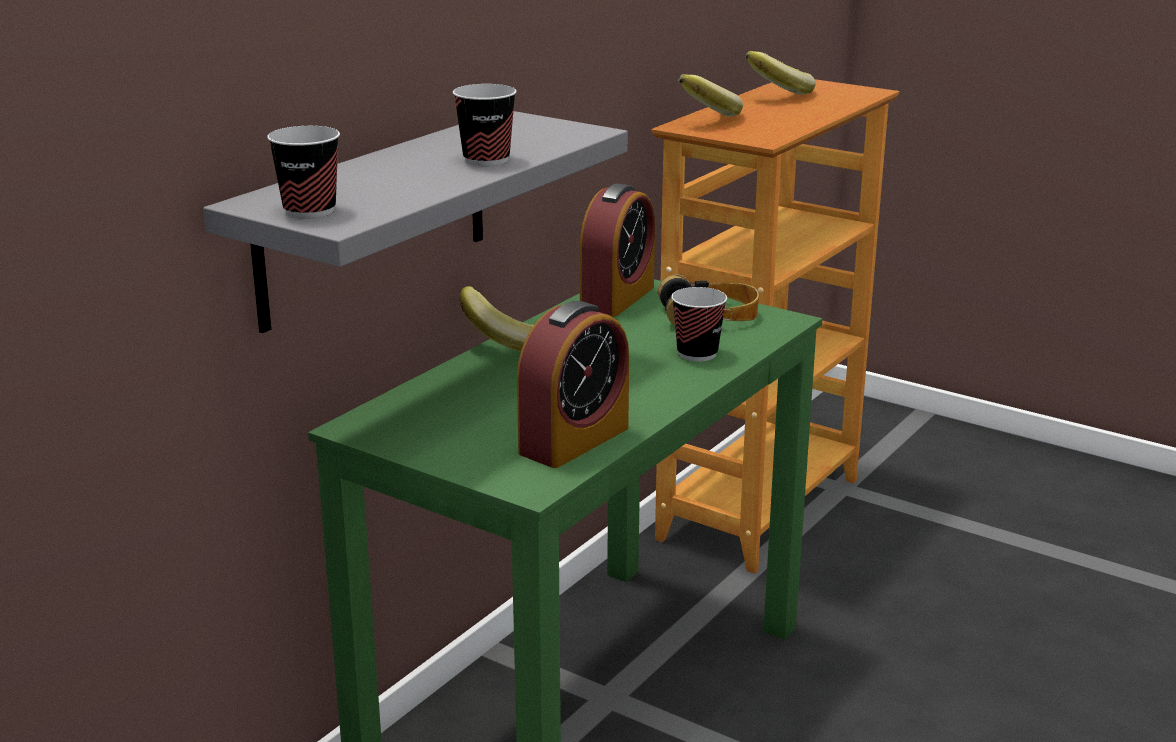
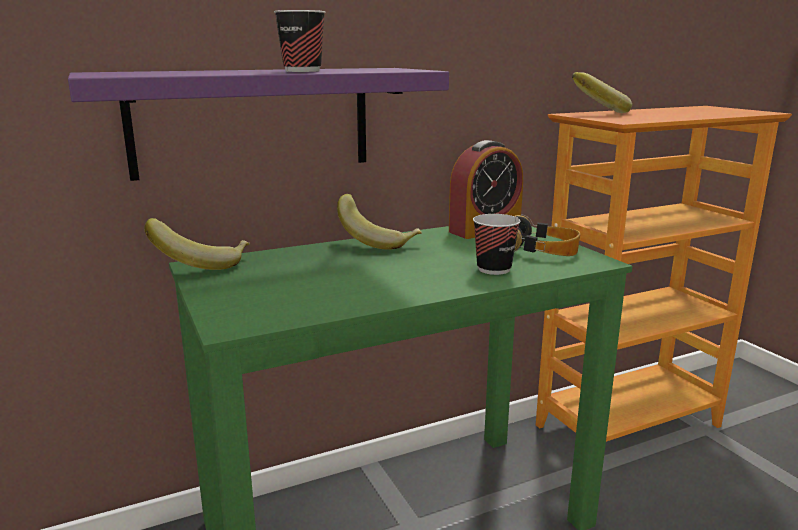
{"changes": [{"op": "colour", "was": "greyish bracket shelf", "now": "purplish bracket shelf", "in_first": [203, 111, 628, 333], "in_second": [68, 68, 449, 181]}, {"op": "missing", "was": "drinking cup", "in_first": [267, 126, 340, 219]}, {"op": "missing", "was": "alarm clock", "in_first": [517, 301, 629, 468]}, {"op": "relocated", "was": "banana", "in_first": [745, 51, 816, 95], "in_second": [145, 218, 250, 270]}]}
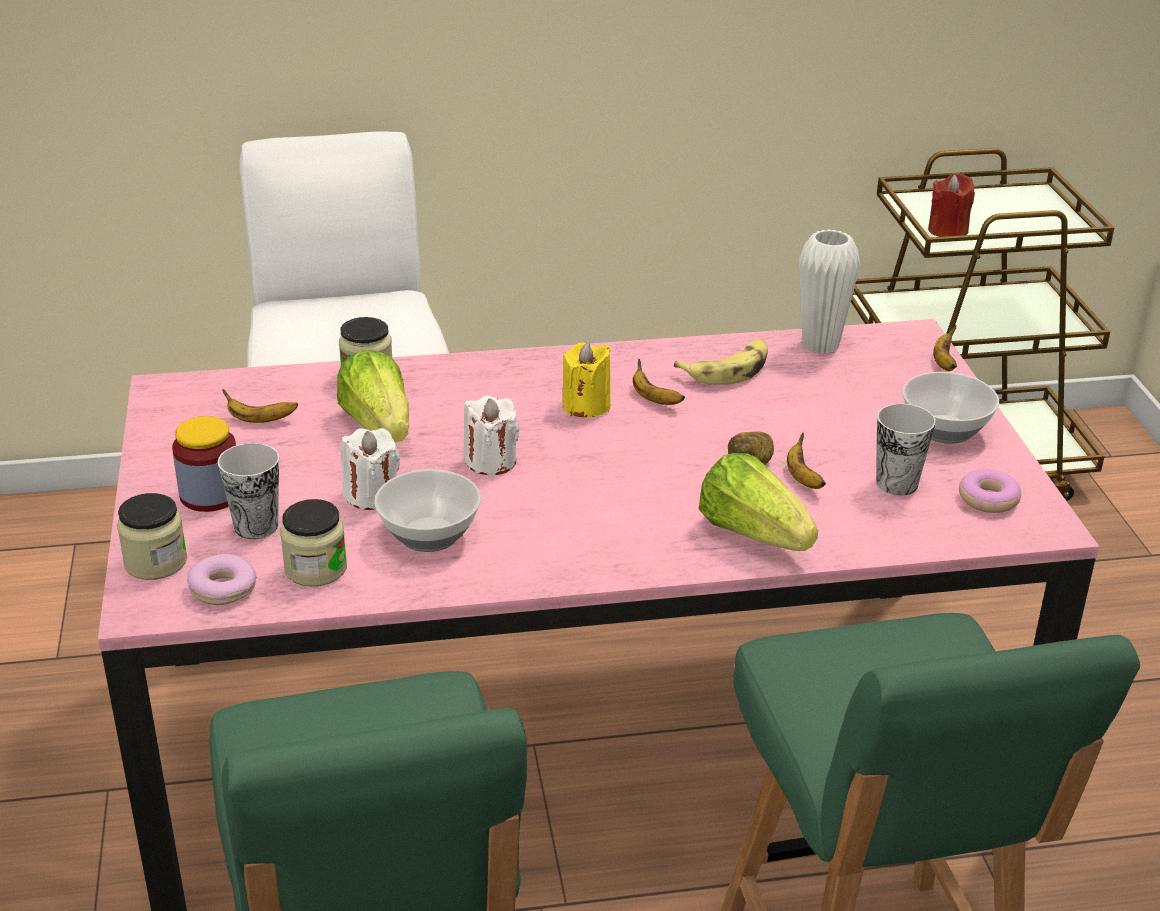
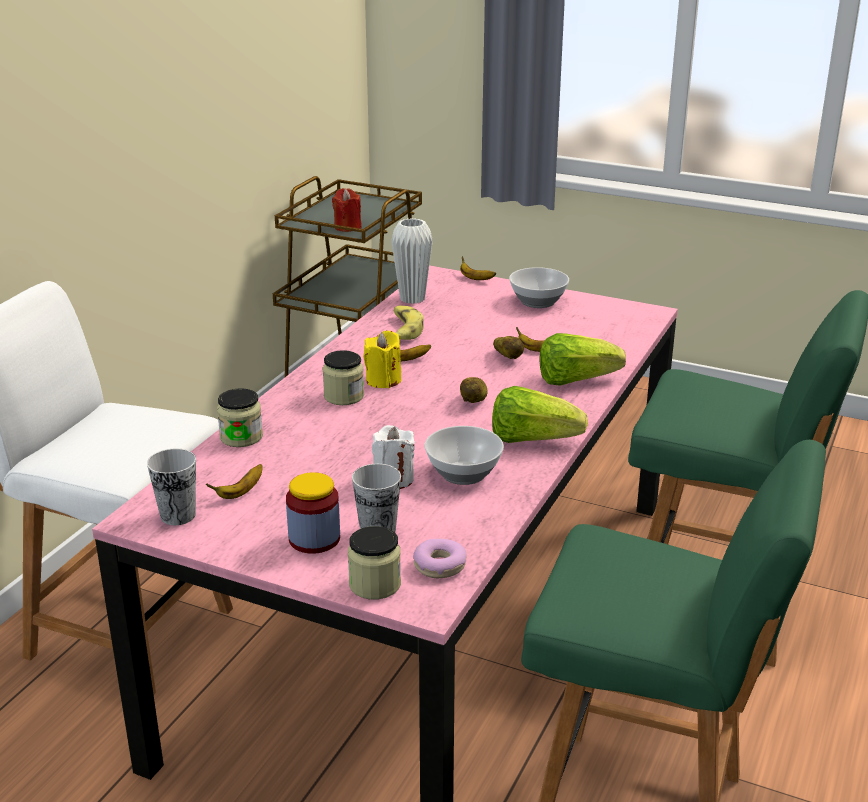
{"changes": [{"op": "relocated", "was": "jar", "in_first": [280, 499, 347, 587], "in_second": [322, 350, 364, 405]}, {"op": "relocated", "was": "lettuce head", "in_first": [337, 350, 409, 442], "in_second": [492, 386, 588, 443]}, {"op": "missing", "was": "white-coloured wax candle", "in_first": [464, 396, 520, 475]}, {"op": "relocated", "was": "drinking cup", "in_first": [876, 404, 936, 495], "in_second": [147, 448, 196, 525]}, {"op": "missing", "was": "ring doughnut", "in_first": [959, 469, 1021, 513]}, {"op": "appeared", "now": "potato", "in_second": [460, 377, 488, 403]}]}
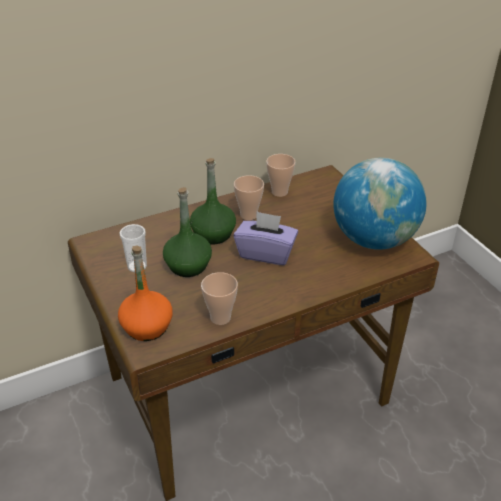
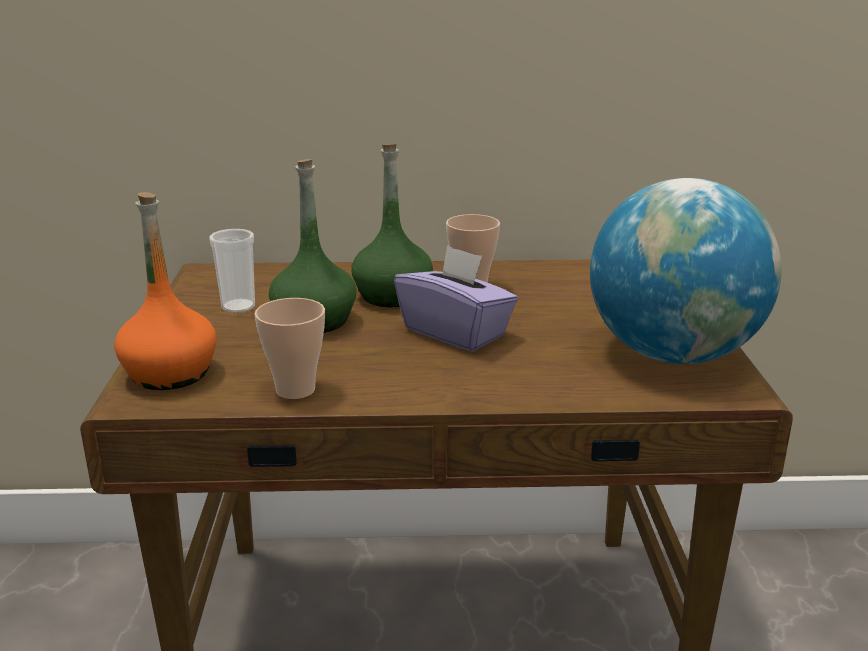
{"changes": [{"op": "missing", "was": "drinking cup", "in_first": [266, 154, 295, 197]}]}
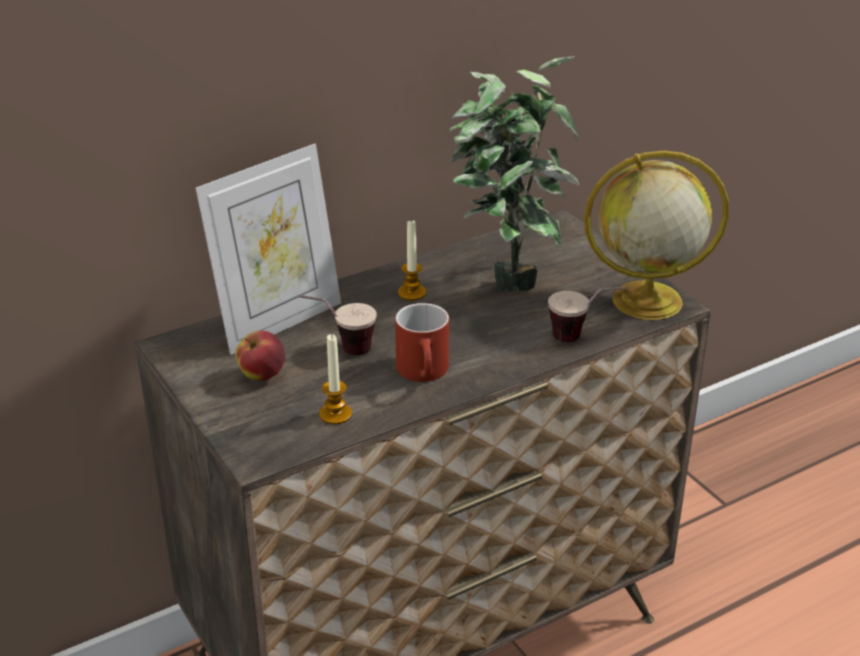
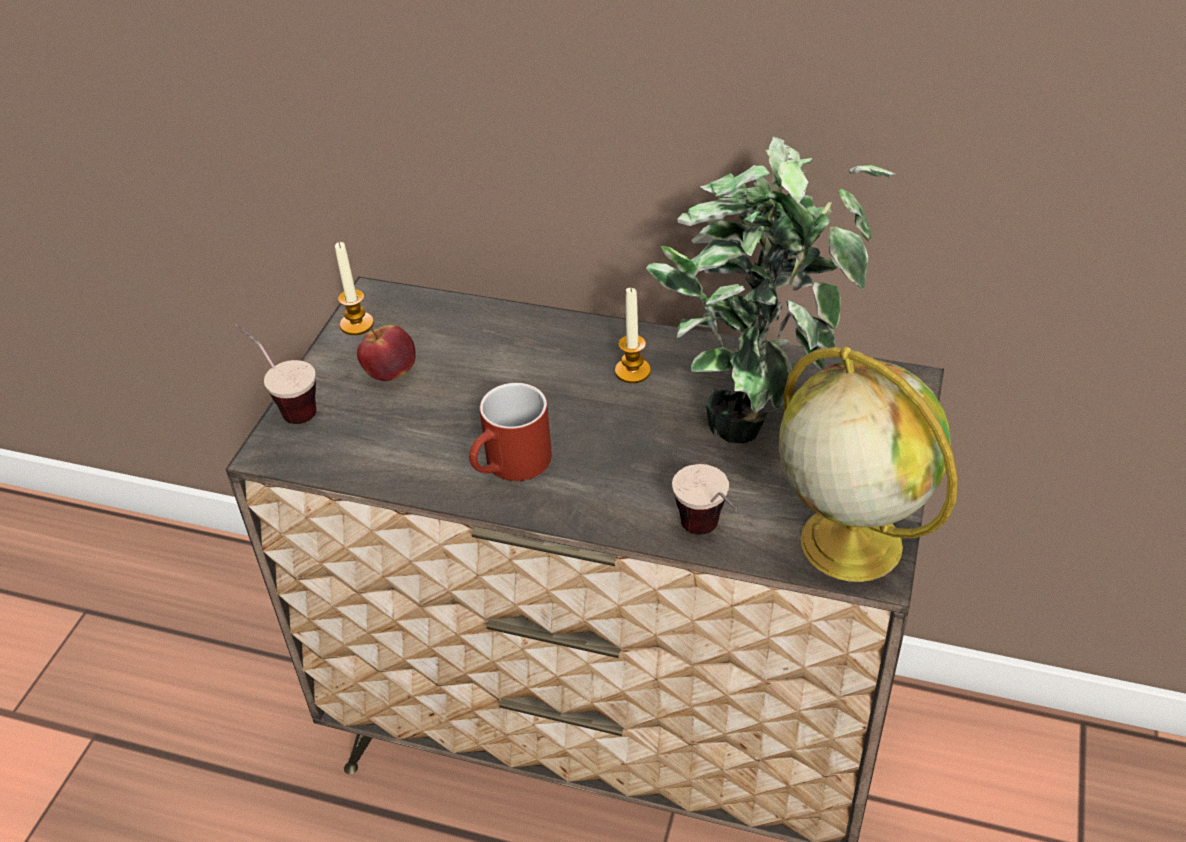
{"changes": [{"op": "missing", "was": "photo frame", "in_first": [196, 144, 341, 355]}, {"op": "relocated", "was": "drinking cup", "in_first": [298, 295, 377, 356], "in_second": [236, 324, 316, 424]}, {"op": "relocated", "was": "wax candle", "in_first": [319, 334, 352, 425], "in_second": [335, 242, 374, 335]}]}
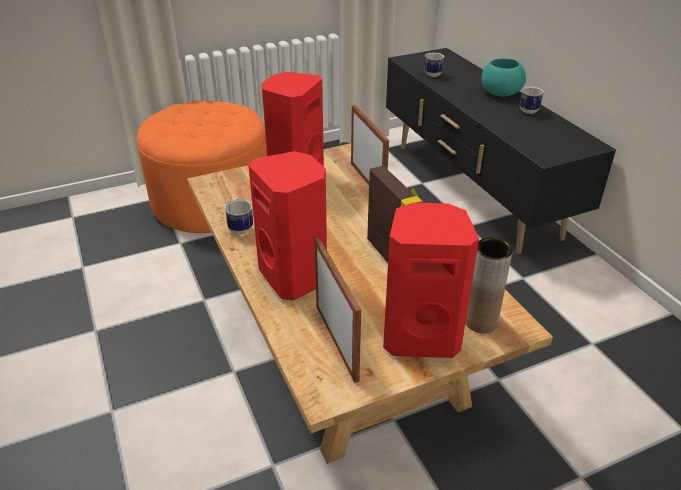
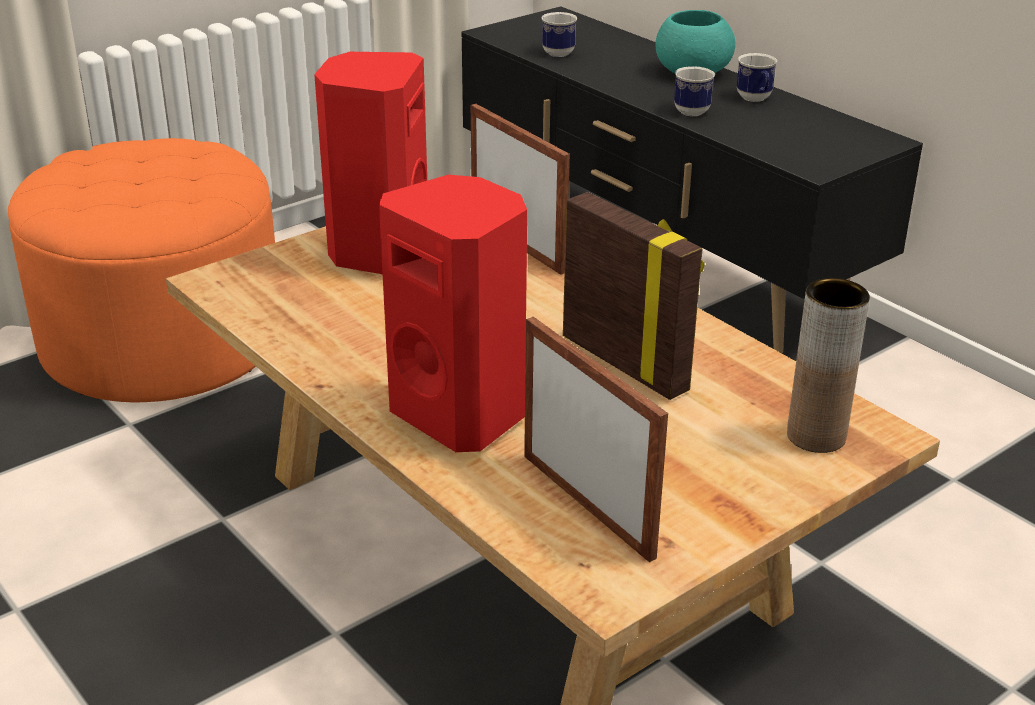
{"changes": [{"op": "relocated", "was": "mug", "in_first": [224, 199, 253, 235], "in_second": [674, 66, 715, 116]}, {"op": "missing", "was": "red speaker", "in_first": [383, 203, 479, 358]}]}
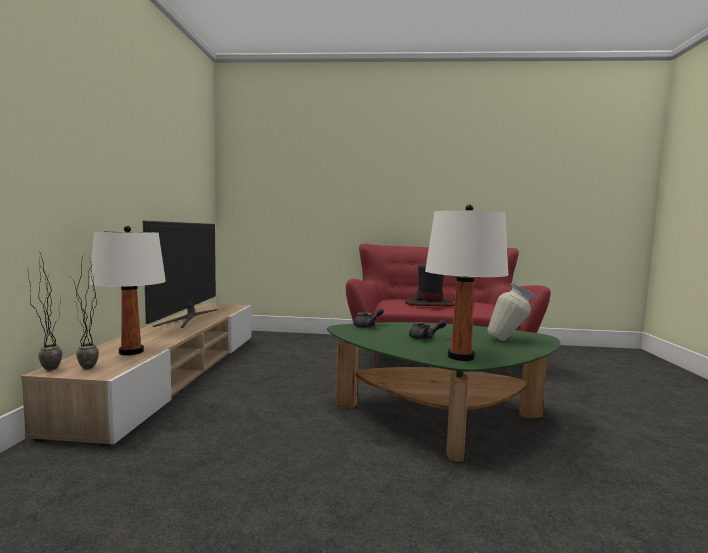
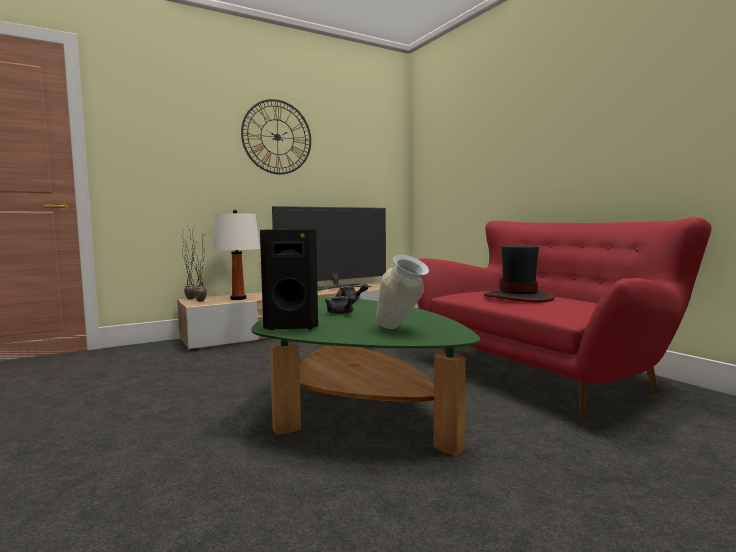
{"changes": [{"op": "exchanged", "was": "white-coloured table lamp", "now": "black-coloured speaker", "in_first": [425, 204, 508, 361], "in_second": [260, 229, 318, 330]}, {"op": "appeared", "now": "clock on the wall", "in_second": [241, 99, 311, 174]}]}
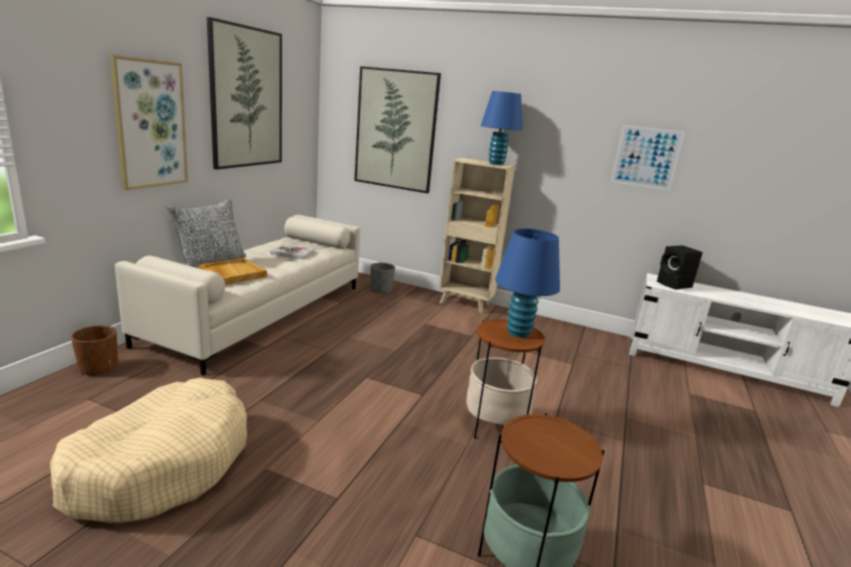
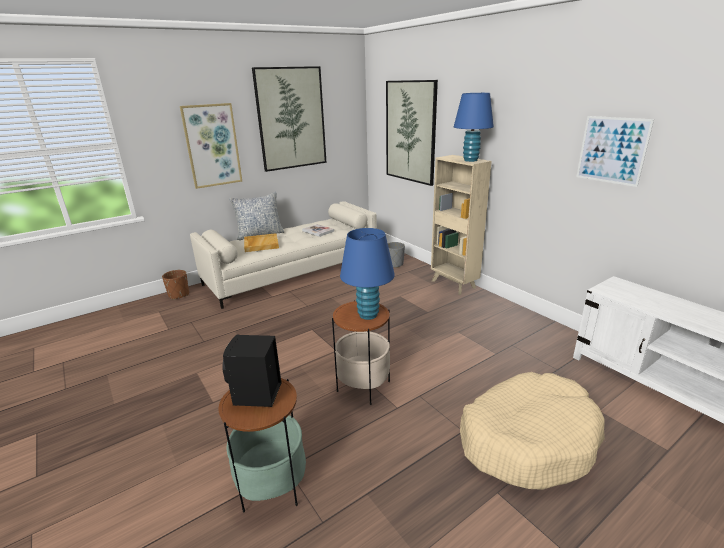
{"changes": [{"op": "relocated", "was": "beige dog cushion", "in_first": [50, 377, 247, 523], "in_second": [460, 372, 605, 490]}, {"op": "relocated", "was": "black-coloured speaker", "in_first": [657, 245, 703, 290], "in_second": [223, 335, 281, 407]}]}
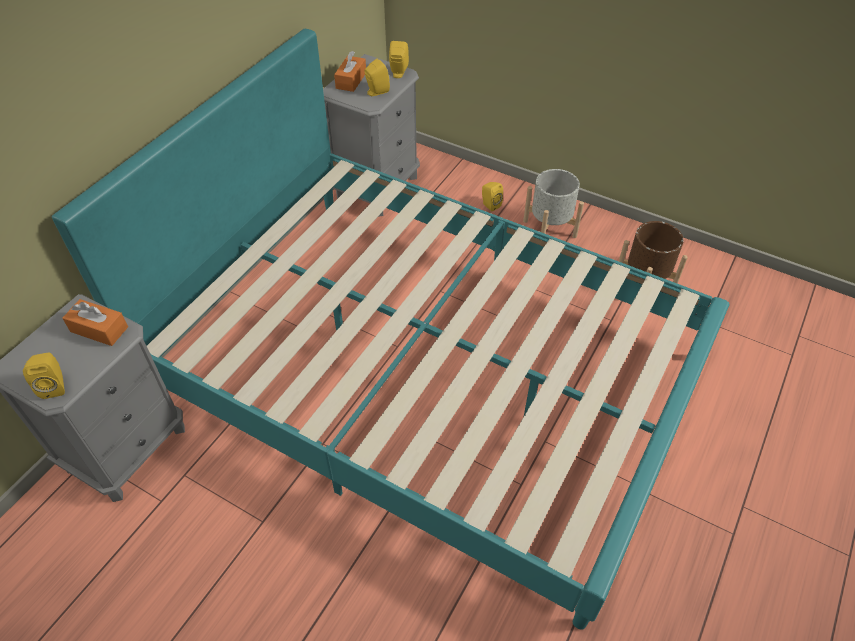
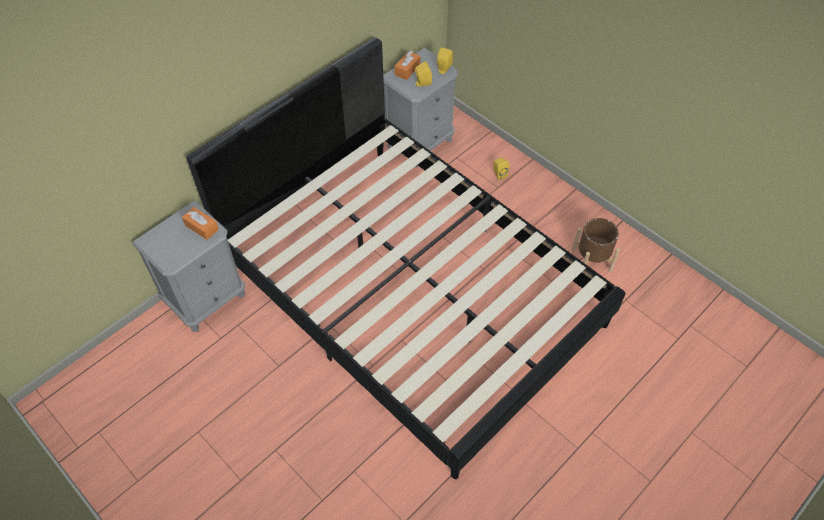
{"changes": [{"op": "missing", "was": "yellow speaker", "in_first": [23, 353, 65, 399]}, {"op": "colour", "was": "turquoise sleeping bed", "now": "black-coloured sleeping bed", "in_first": [52, 29, 729, 630], "in_second": [186, 37, 625, 479]}, {"op": "missing", "was": "greyish planter", "in_first": [523, 169, 584, 238]}]}
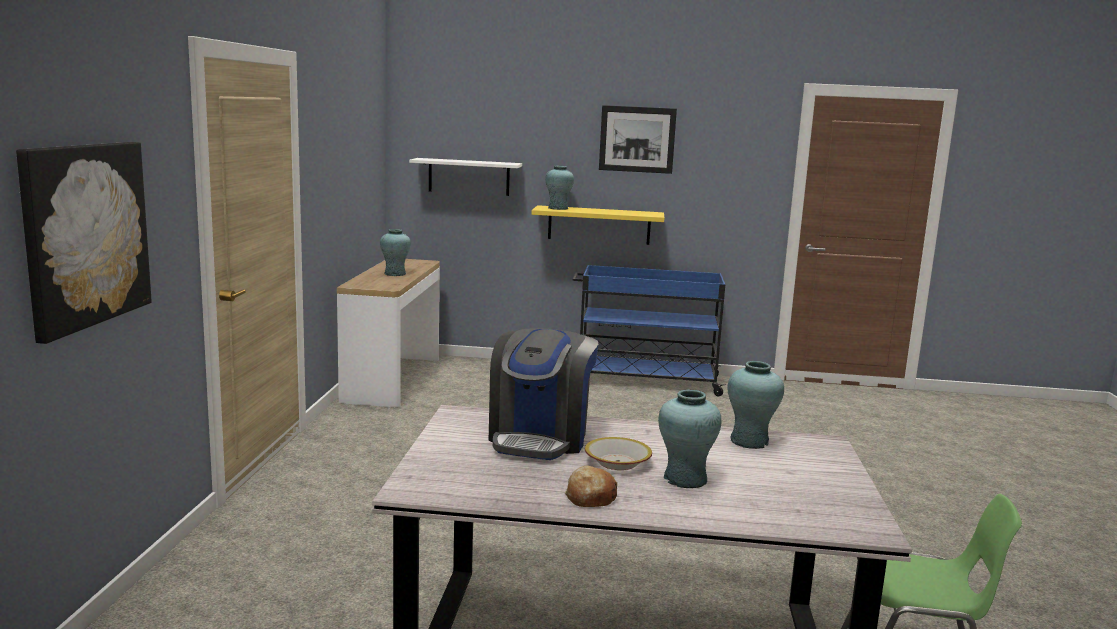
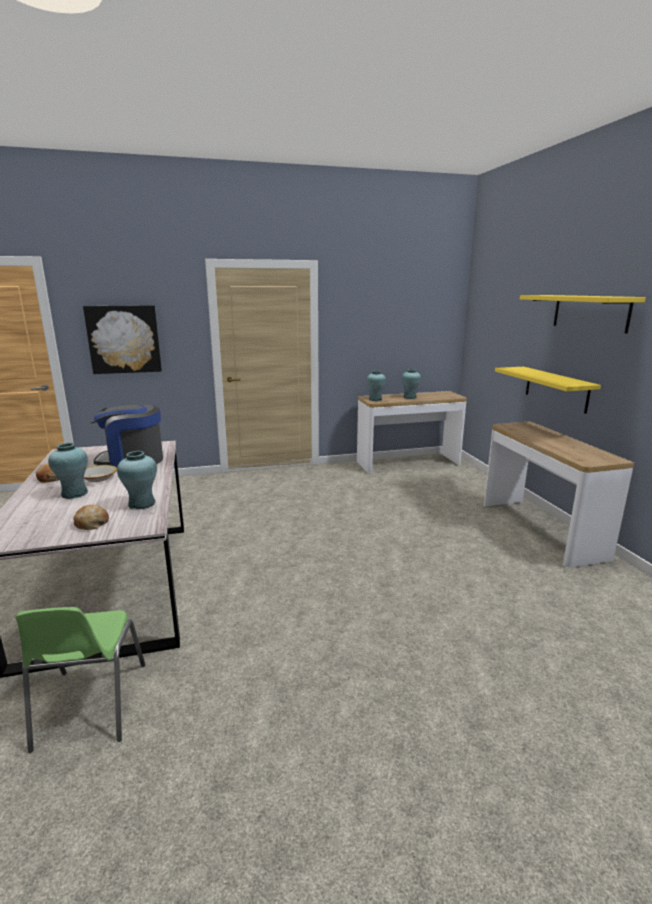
{"changes": [{"op": "missing", "was": "white-coloured bracket shelf", "in_first": [409, 158, 522, 196]}, {"op": "relocated", "was": "turquoise decorative vase", "in_first": [545, 166, 574, 210], "in_second": [367, 370, 386, 401]}, {"op": "exchanged", "was": "blue trolley", "now": "narrow table", "in_first": [573, 265, 725, 396], "in_second": [484, 421, 634, 567]}, {"op": "exchanged", "was": "wall picture", "now": "yellow bracket shelf", "in_first": [599, 105, 677, 174], "in_second": [520, 295, 646, 333]}, {"op": "appeared", "now": "bread", "in_second": [73, 505, 109, 530]}]}
